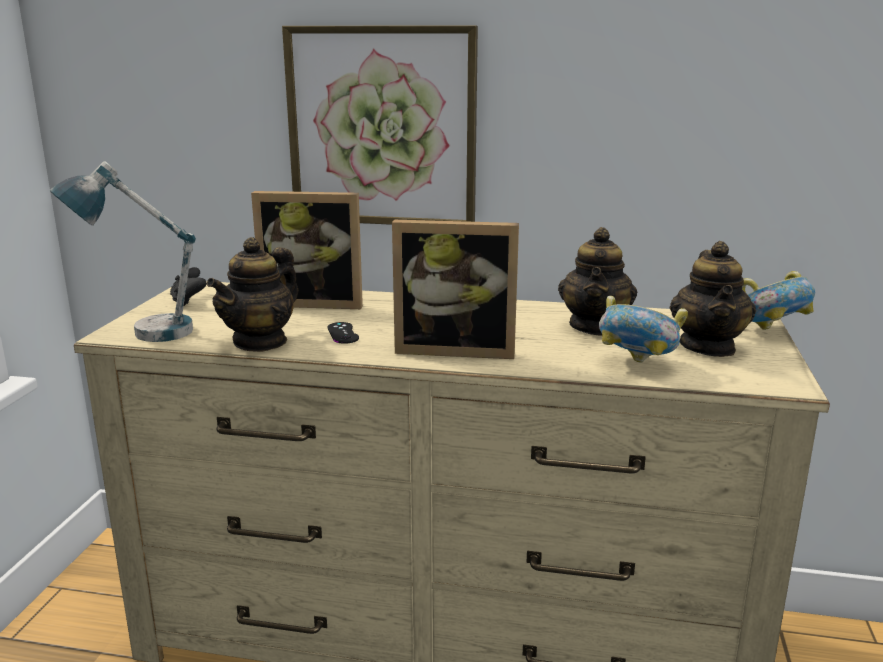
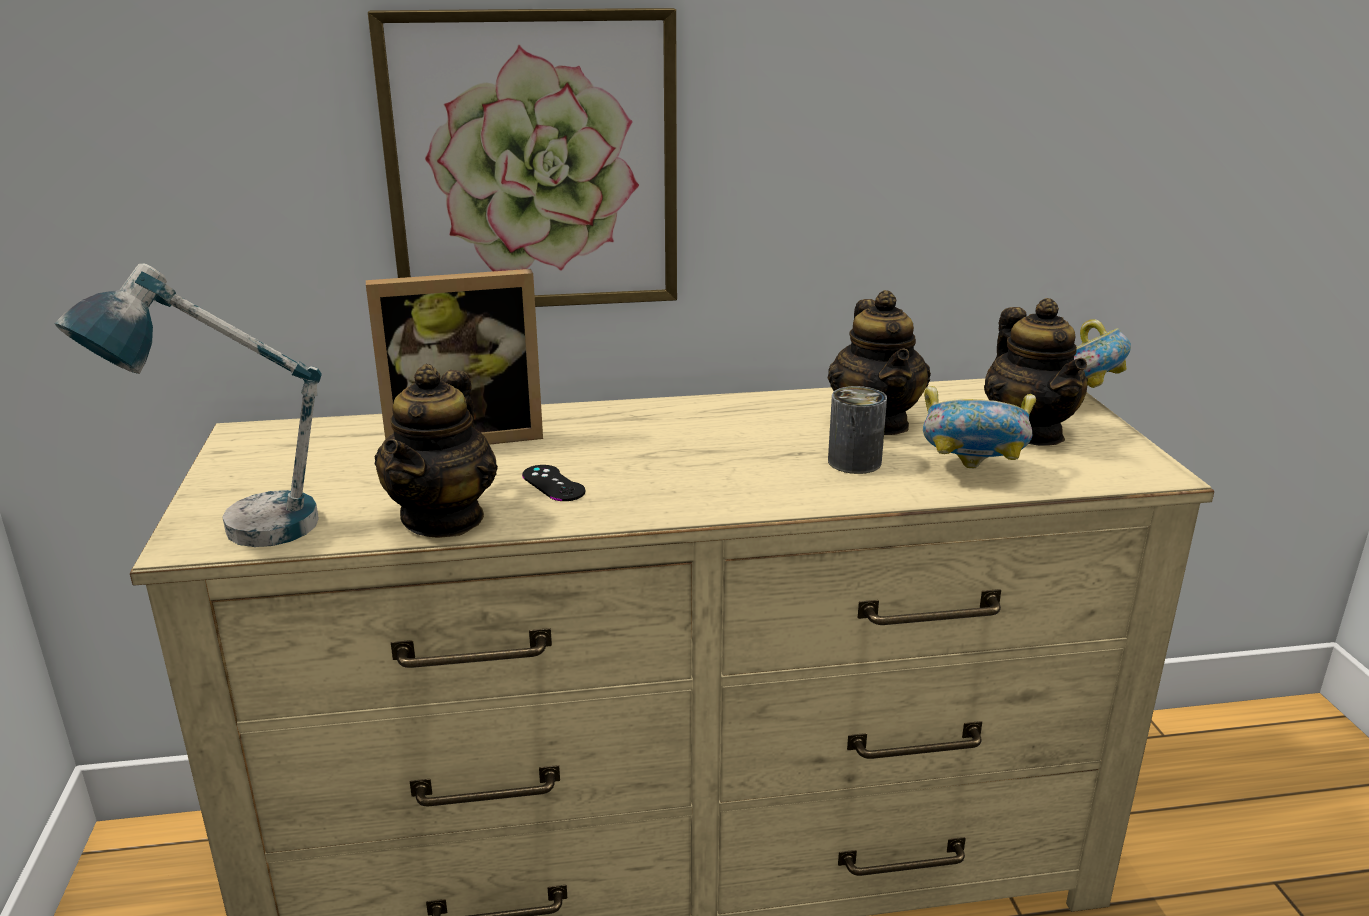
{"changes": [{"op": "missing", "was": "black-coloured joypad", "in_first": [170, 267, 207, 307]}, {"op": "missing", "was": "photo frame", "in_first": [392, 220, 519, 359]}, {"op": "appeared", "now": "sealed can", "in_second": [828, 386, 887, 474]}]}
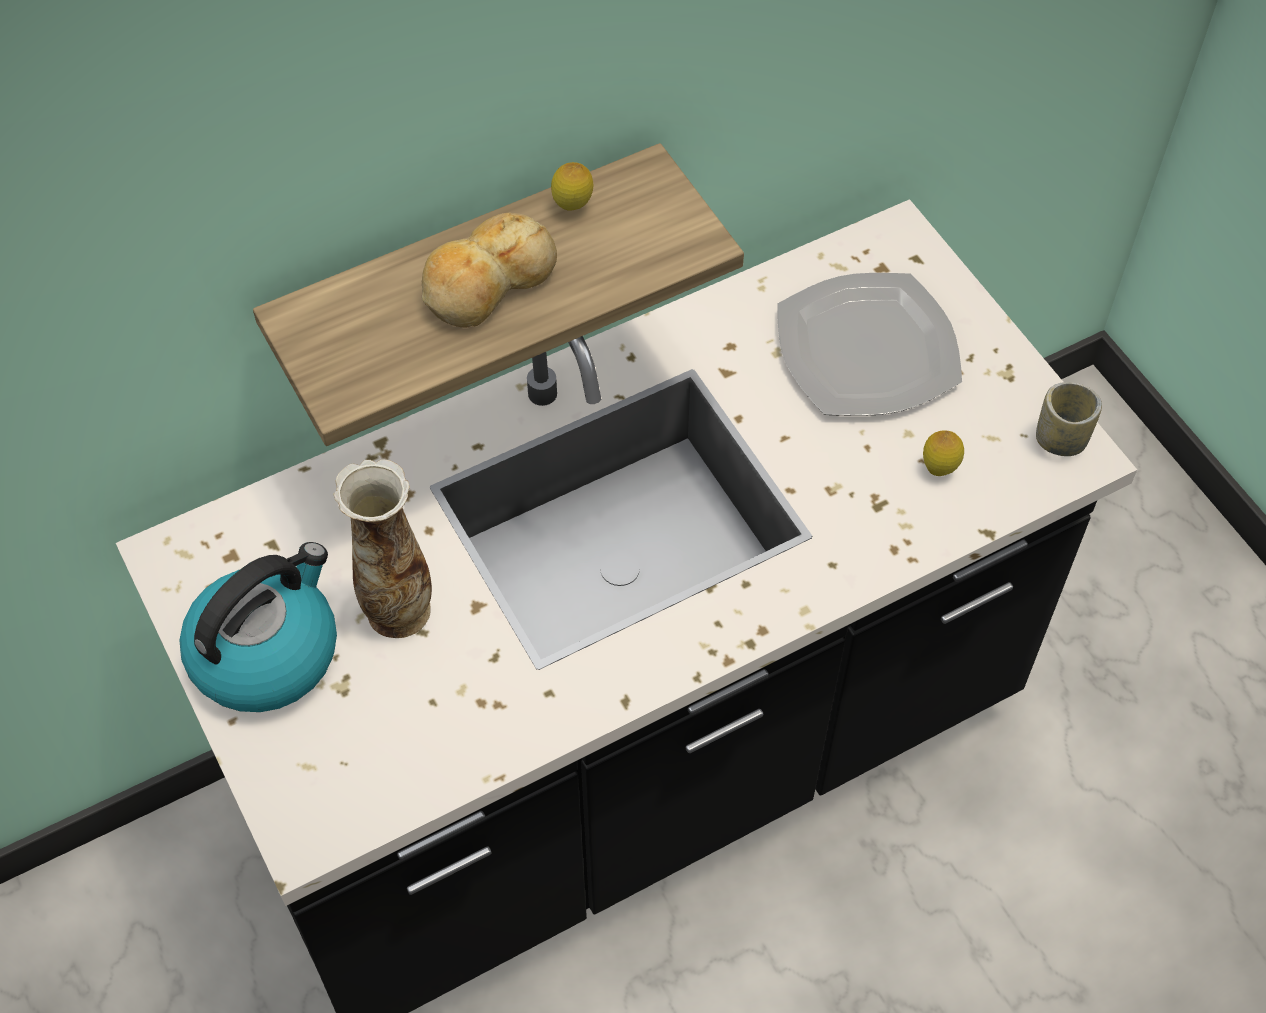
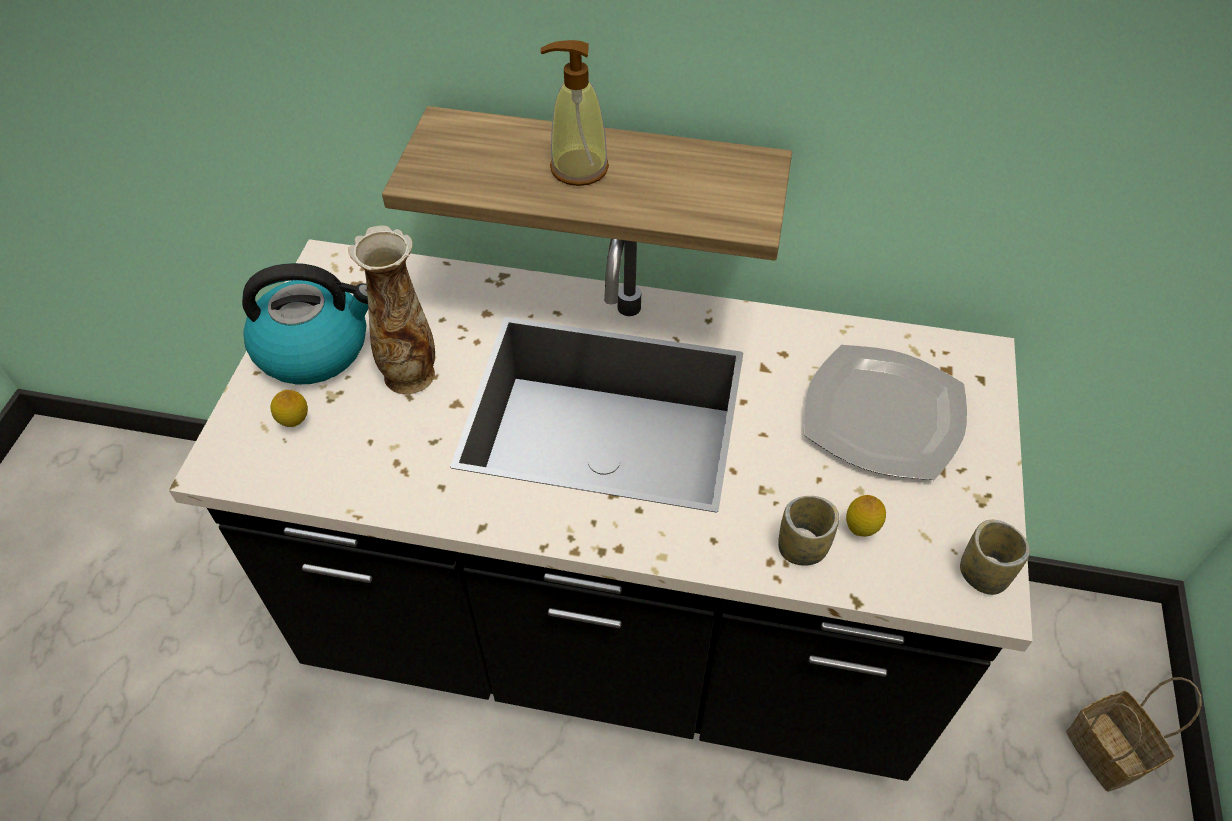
{"changes": [{"op": "exchanged", "was": "bread", "now": "liquid soap bottle", "in_first": [422, 212, 557, 327], "in_second": [541, 40, 609, 186]}, {"op": "relocated", "was": "lemon", "in_first": [551, 162, 593, 211], "in_second": [270, 390, 308, 427]}, {"op": "appeared", "now": "drinking cup", "in_second": [778, 496, 839, 566]}, {"op": "appeared", "now": "basket", "in_second": [1066, 677, 1202, 792]}]}
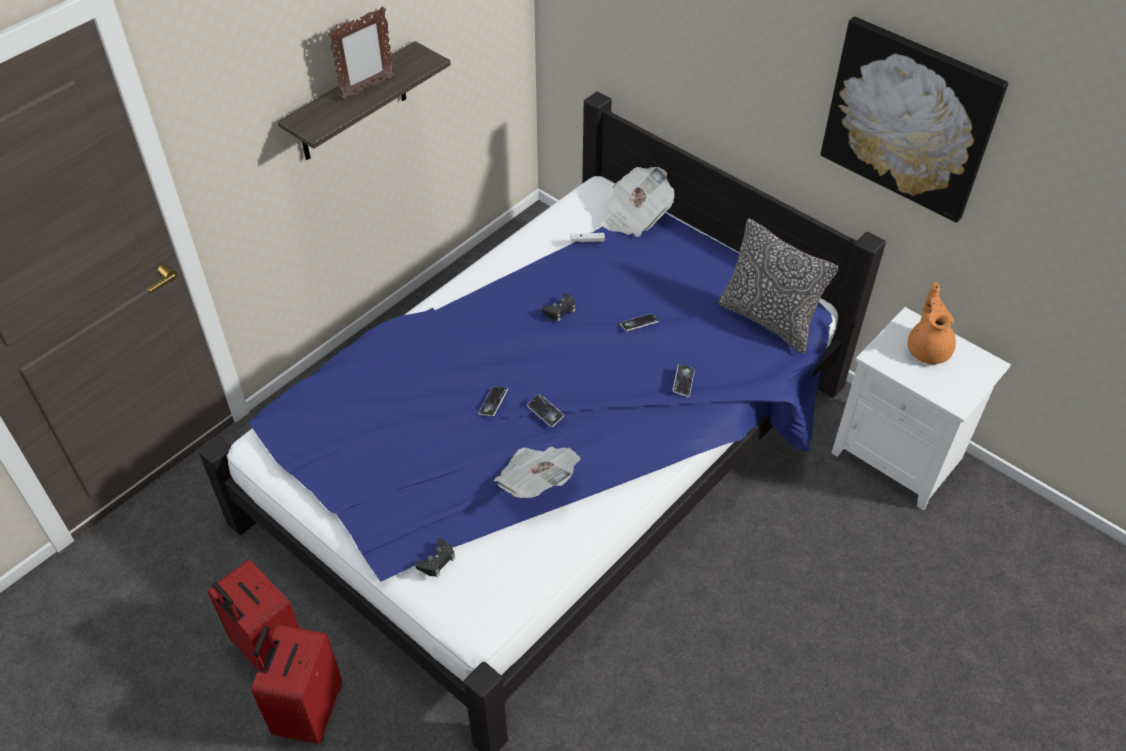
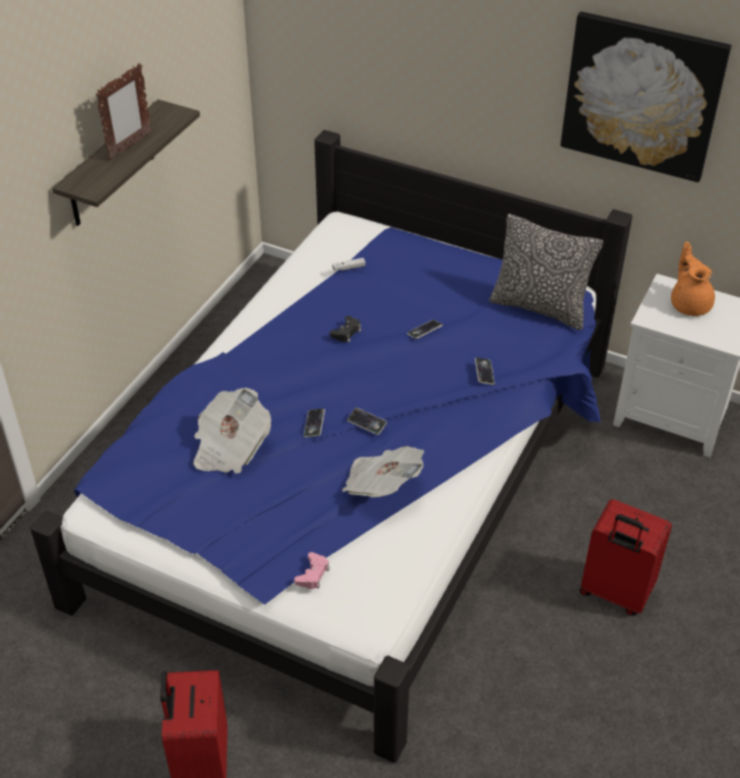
{"changes": [{"op": "relocated", "was": "red travel case", "in_first": [207, 560, 299, 671], "in_second": [580, 499, 672, 616]}, {"op": "colour", "was": "black-coloured joypad", "now": "pink-coloured joypad", "in_first": [415, 538, 455, 577], "in_second": [294, 552, 330, 589]}, {"op": "relocated", "was": "newspaper", "in_first": [602, 167, 675, 237], "in_second": [193, 388, 271, 474]}]}
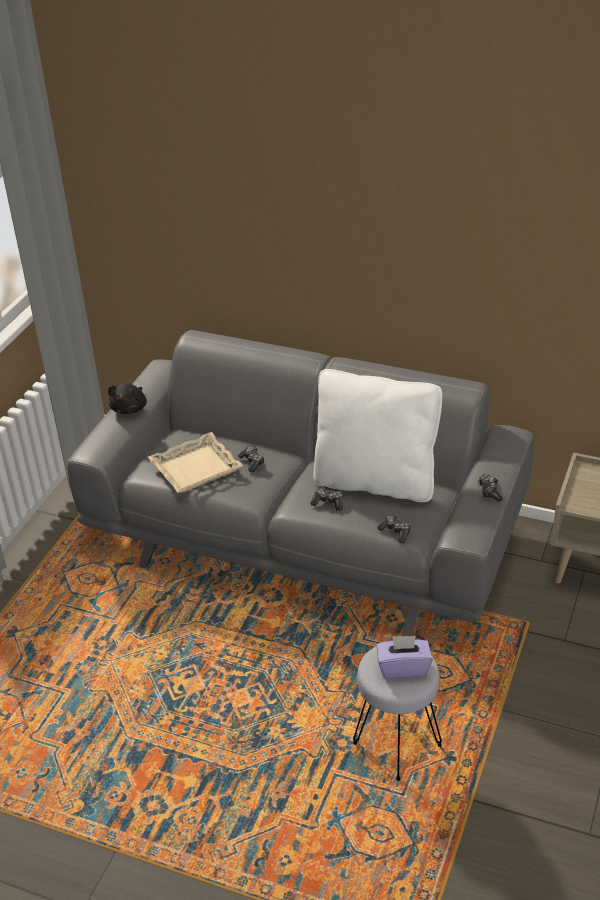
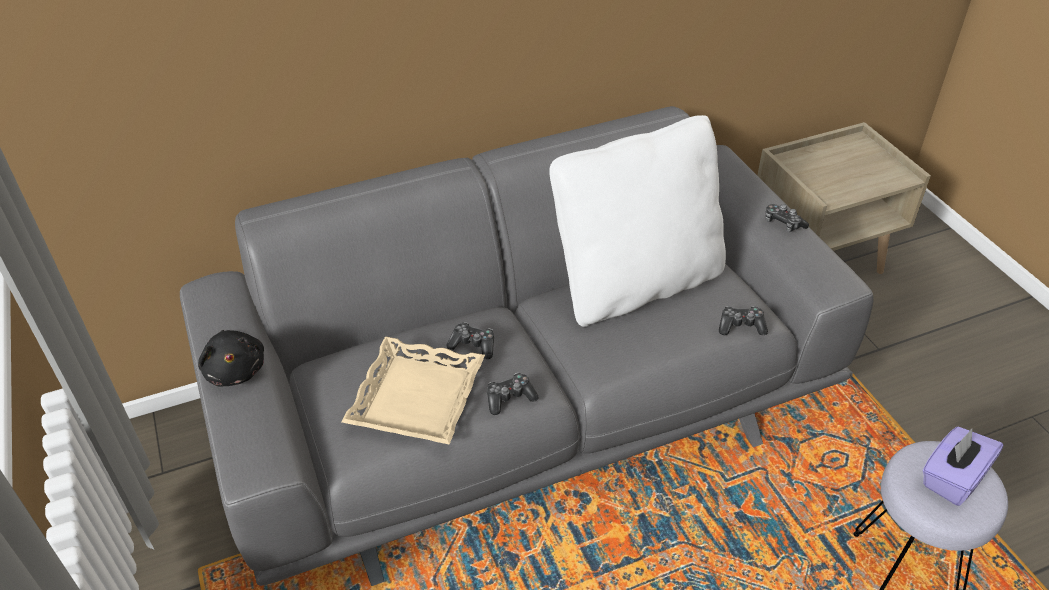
{"changes": [{"op": "relocated", "was": "joypad", "in_first": [310, 488, 343, 511], "in_second": [487, 373, 538, 415]}]}
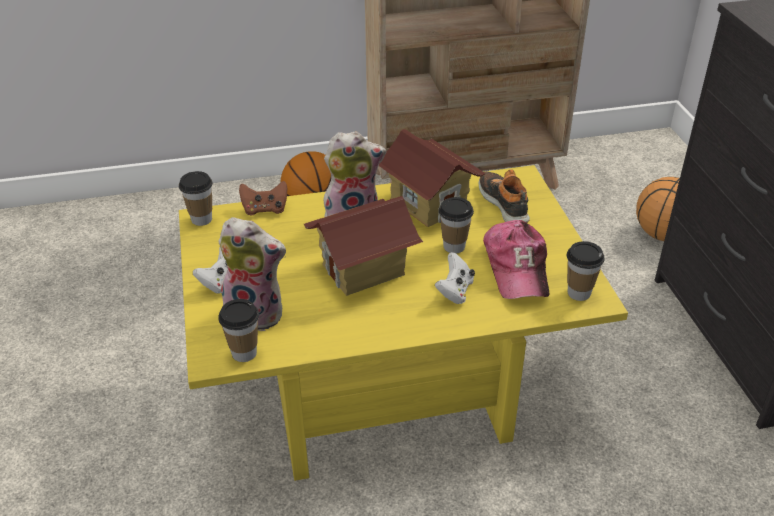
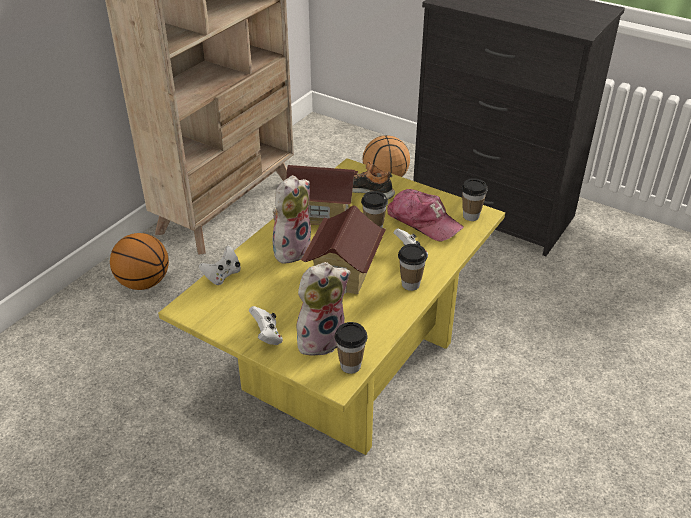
{"changes": [{"op": "relocated", "was": "drinking cup", "in_first": [179, 171, 213, 226], "in_second": [398, 244, 427, 291]}, {"op": "colour", "was": "brown-coloured joypad", "now": "white-coloured joypad", "in_first": [239, 181, 288, 216], "in_second": [199, 245, 241, 285]}]}
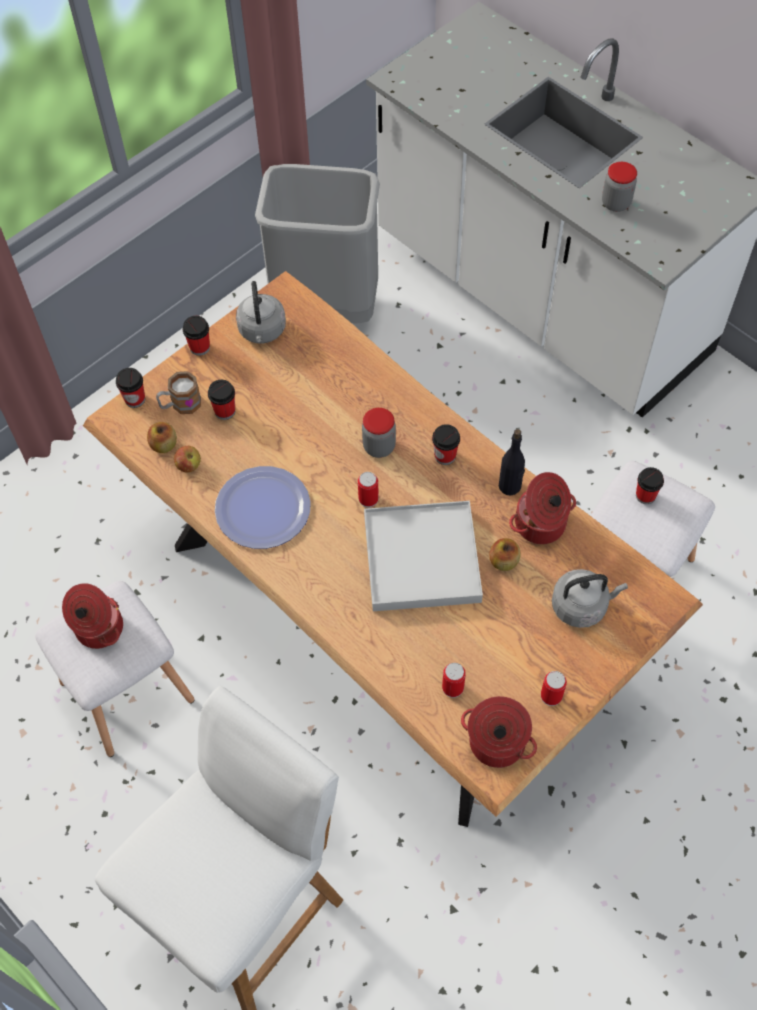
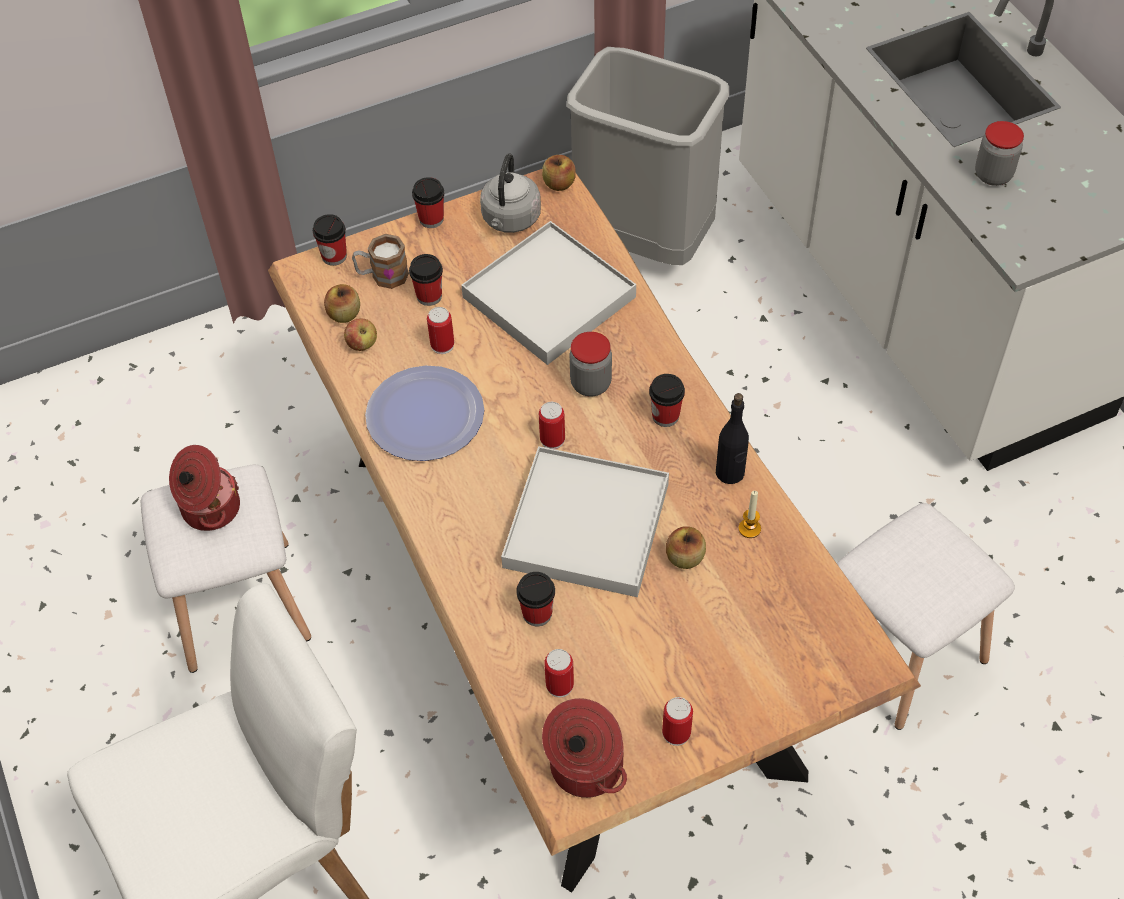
{"changes": [{"op": "exchanged", "was": "stockpot", "now": "wax candle", "in_first": [509, 472, 576, 544], "in_second": [738, 491, 761, 538]}, {"op": "missing", "was": "greyish tea kettle", "in_first": [552, 569, 628, 628]}, {"op": "relocated", "was": "drinking cup", "in_first": [636, 467, 664, 504], "in_second": [516, 572, 555, 626]}, {"op": "appeared", "now": "sealed can", "in_second": [427, 307, 454, 354]}, {"op": "appeared", "now": "white-coloured tray", "in_second": [461, 221, 636, 365]}, {"op": "appeared", "now": "apple", "in_second": [542, 155, 576, 191]}]}
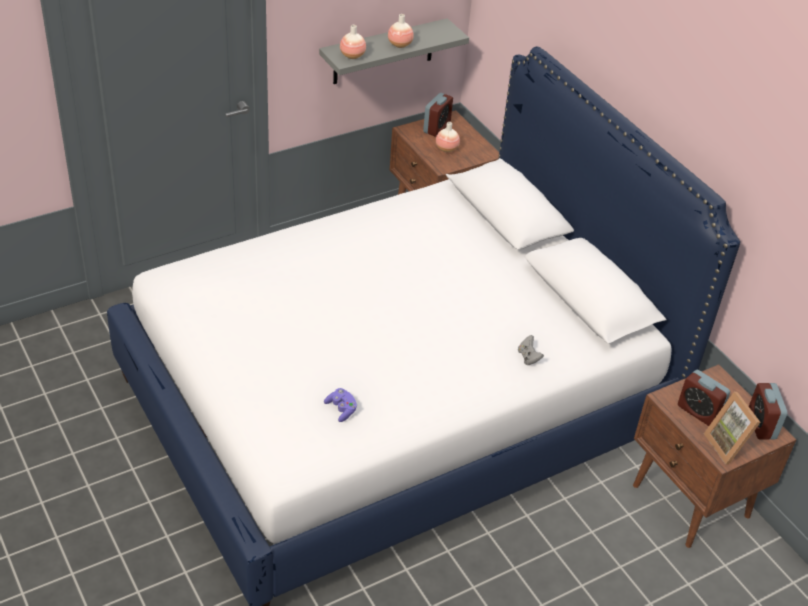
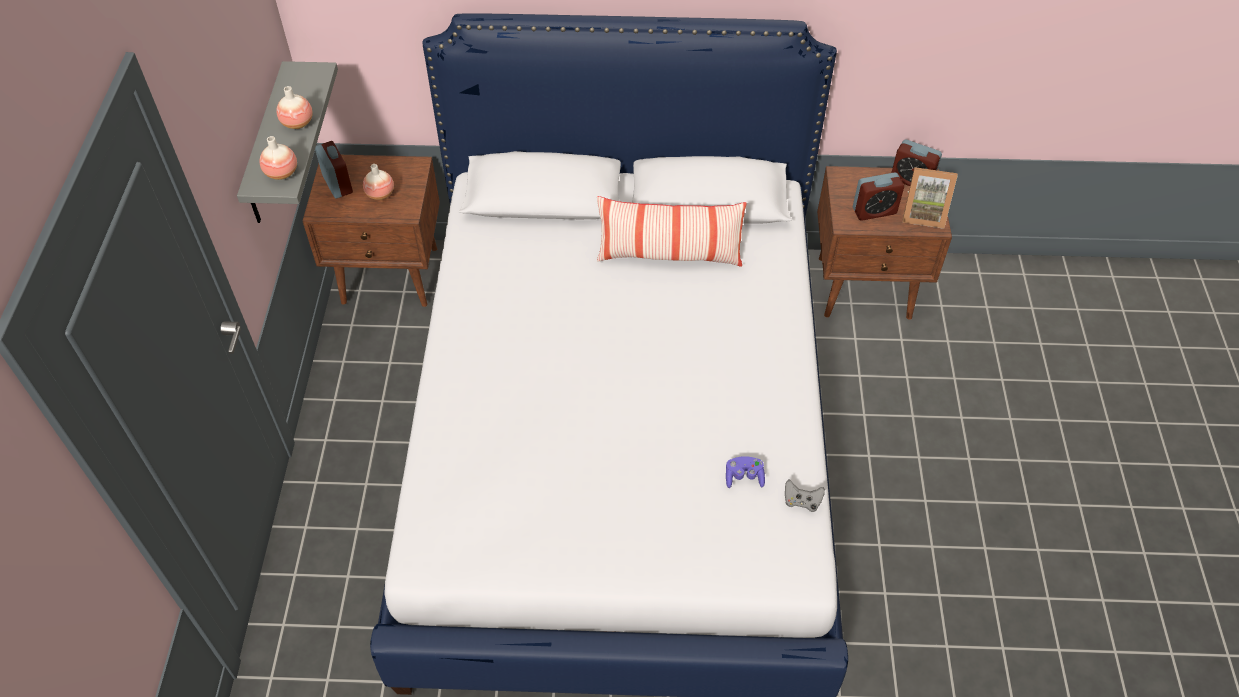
{"changes": [{"op": "relocated", "was": "greyish joypad", "in_first": [518, 335, 544, 365], "in_second": [785, 480, 825, 512]}, {"op": "appeared", "now": "pillow", "in_second": [597, 196, 747, 267]}]}
